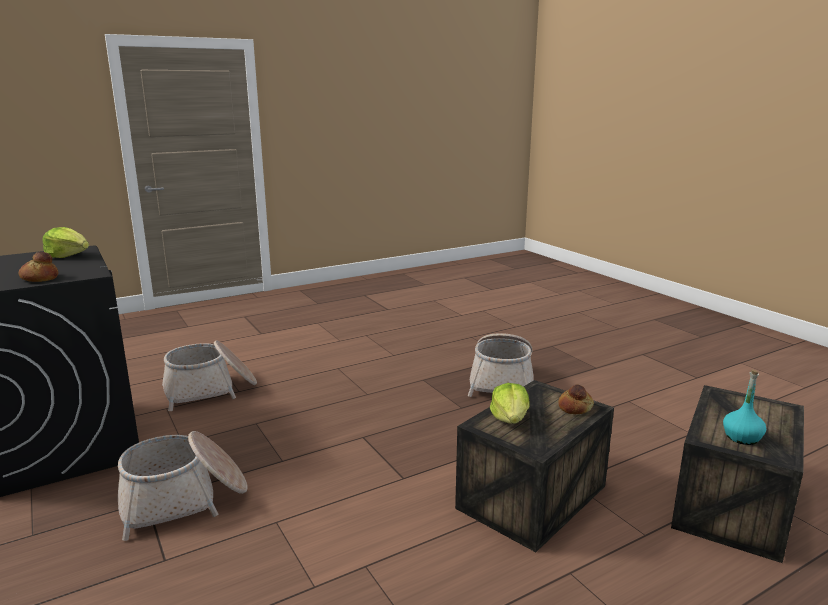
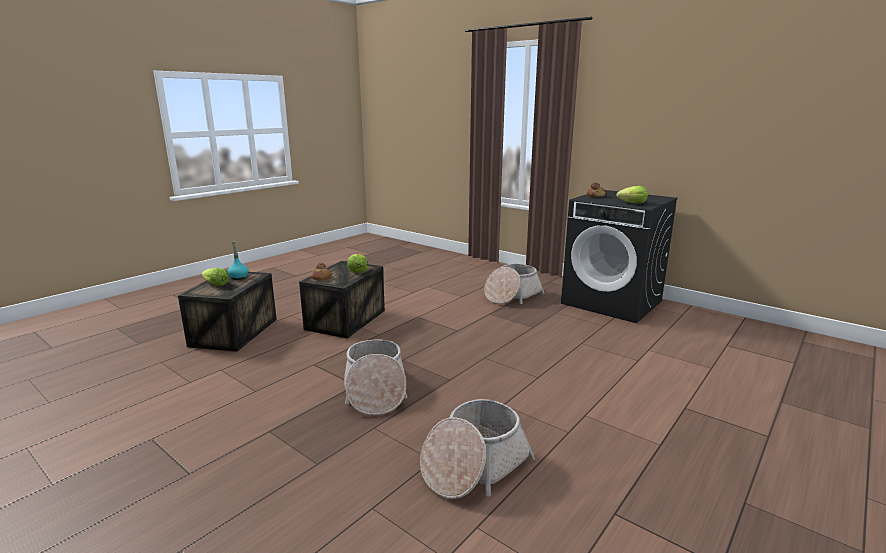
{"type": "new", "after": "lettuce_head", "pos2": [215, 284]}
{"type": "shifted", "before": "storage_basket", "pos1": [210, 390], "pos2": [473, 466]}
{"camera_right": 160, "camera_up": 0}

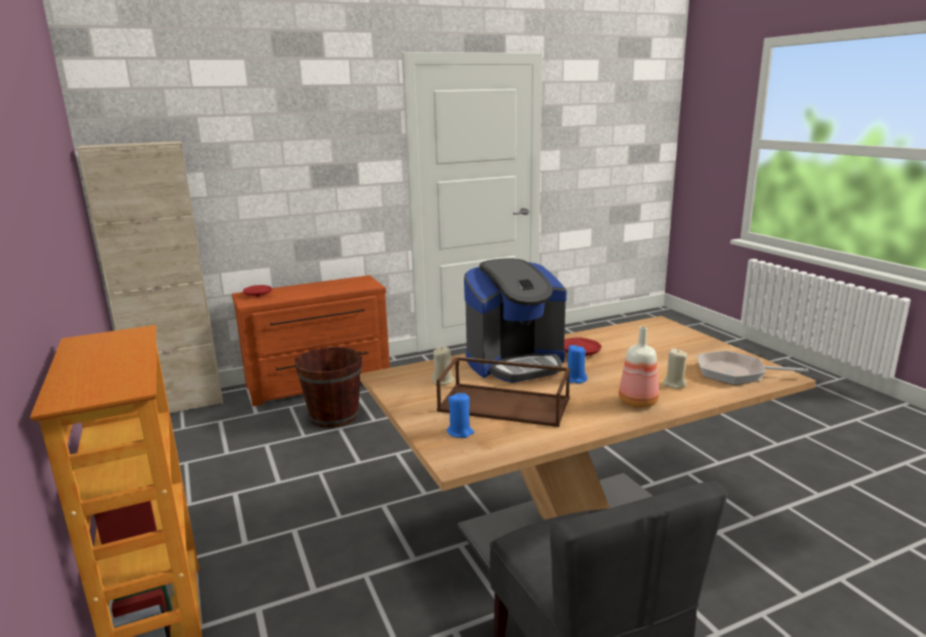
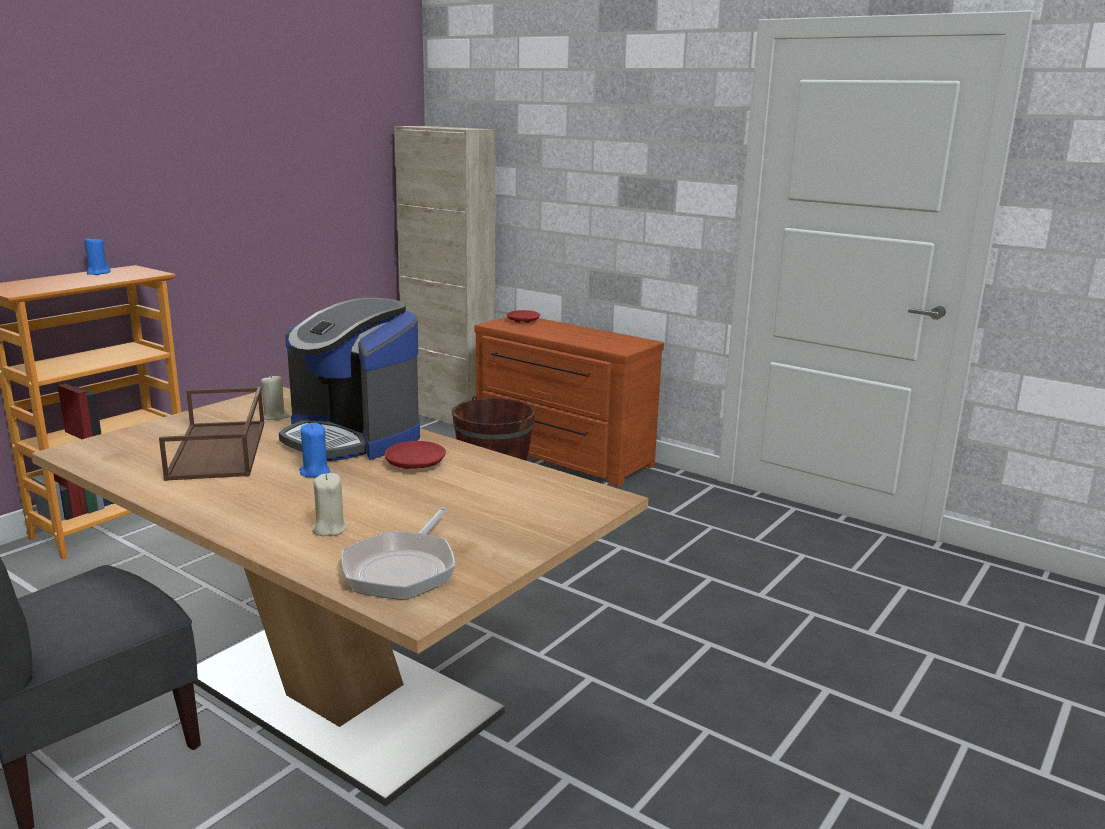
{"type": "gone", "before": "bottle", "pos1": [637, 402]}
{"type": "shifted", "before": "blue_wax_light", "pos1": [460, 432], "pos2": [98, 273]}
{"type": "rotated", "before": "skillet", "pos1": [735, 373], "pos2": [403, 569], "turn": -150}
{"camera_right": 60, "camera_up": 0}

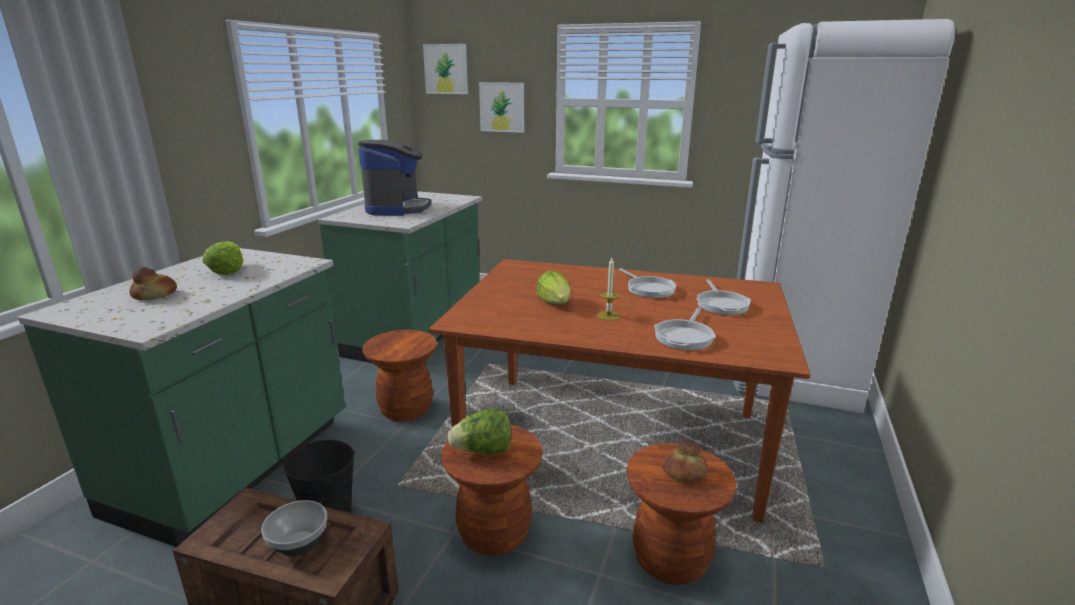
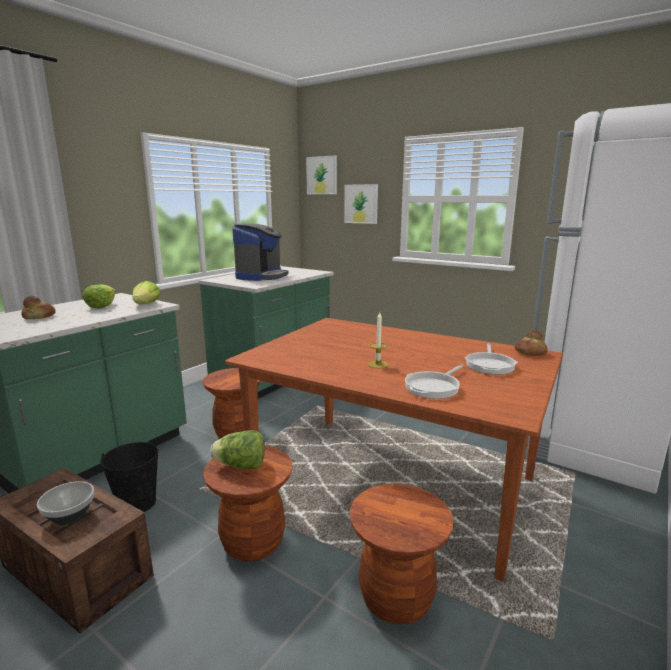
{"type": "gone", "before": "skillet", "pos1": [649, 289]}
{"type": "shifted", "before": "lettuce_head", "pos1": [555, 303], "pos2": [146, 305]}
{"type": "shifted", "before": "bread", "pos1": [684, 472], "pos2": [530, 353]}
{"camera_right": 15, "camera_up": -5}

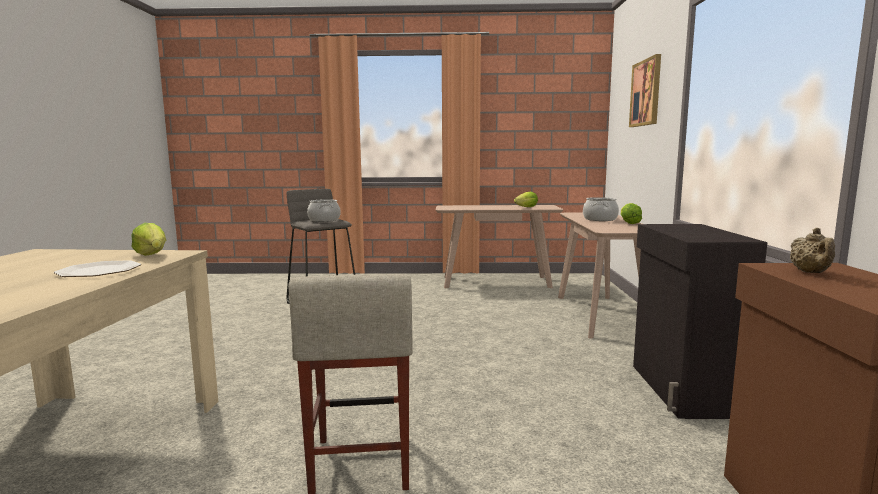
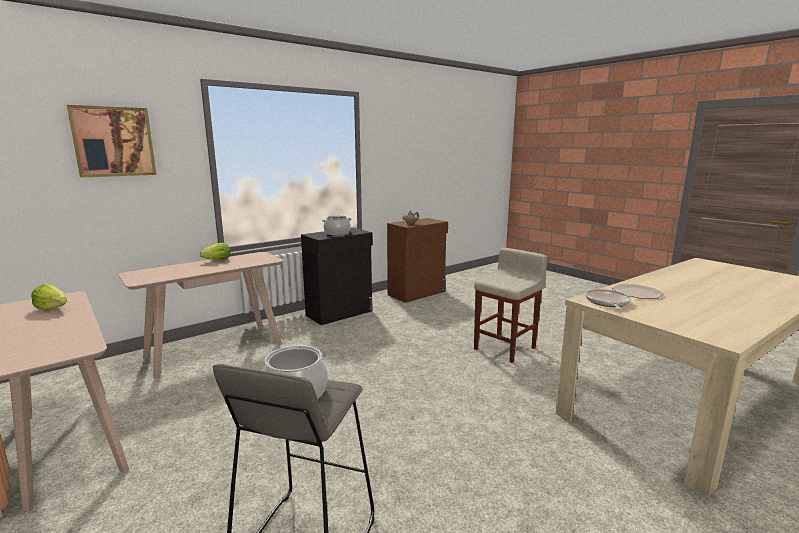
{"type": "shifted", "before": "cooking_pot", "pos1": [599, 219], "pos2": [337, 233]}
{"type": "swapped", "before": "lettuce_head", "after": "skillet", "pos1": [152, 255], "pos2": [607, 302]}
{"camera_right": -130, "camera_up": 5}

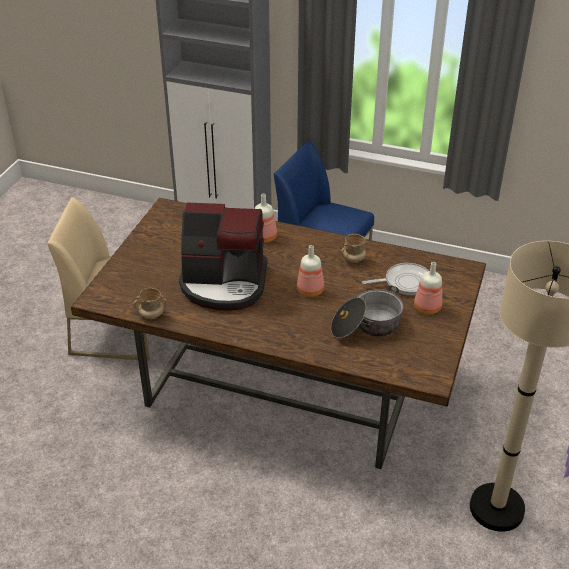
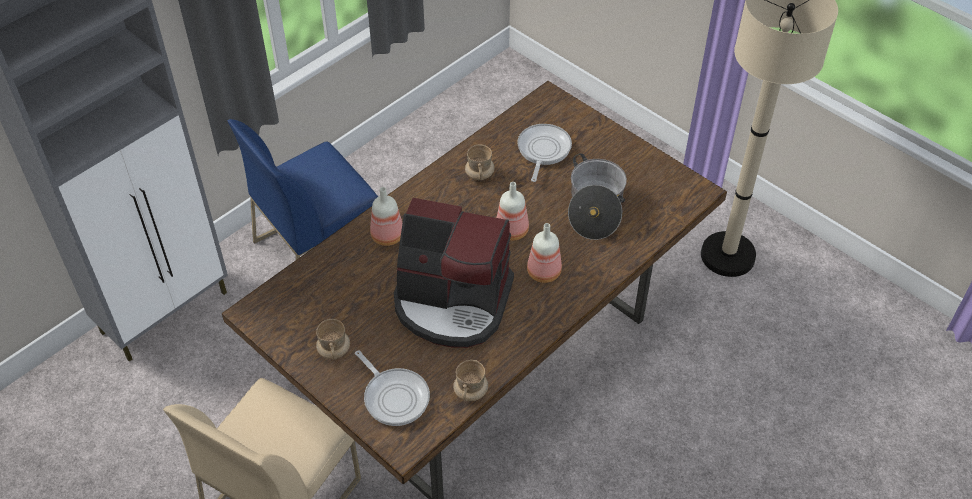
{"type": "new", "after": "beige_coffee_mug", "pos2": [334, 351]}
{"type": "new", "after": "skillet", "pos2": [394, 396]}
{"type": "shifted", "before": "bottle", "pos1": [426, 308], "pos2": [544, 273]}
{"type": "rotated", "before": "coffee_machine", "pos1": [224, 283], "pos2": [452, 303], "turn": 75}
{"camera_right": -65, "camera_up": 10}

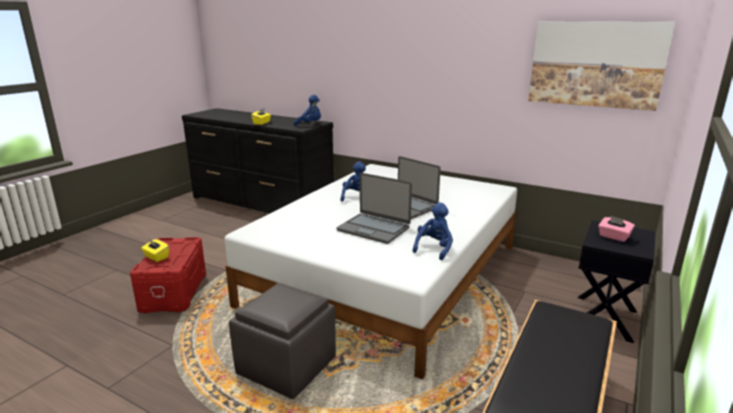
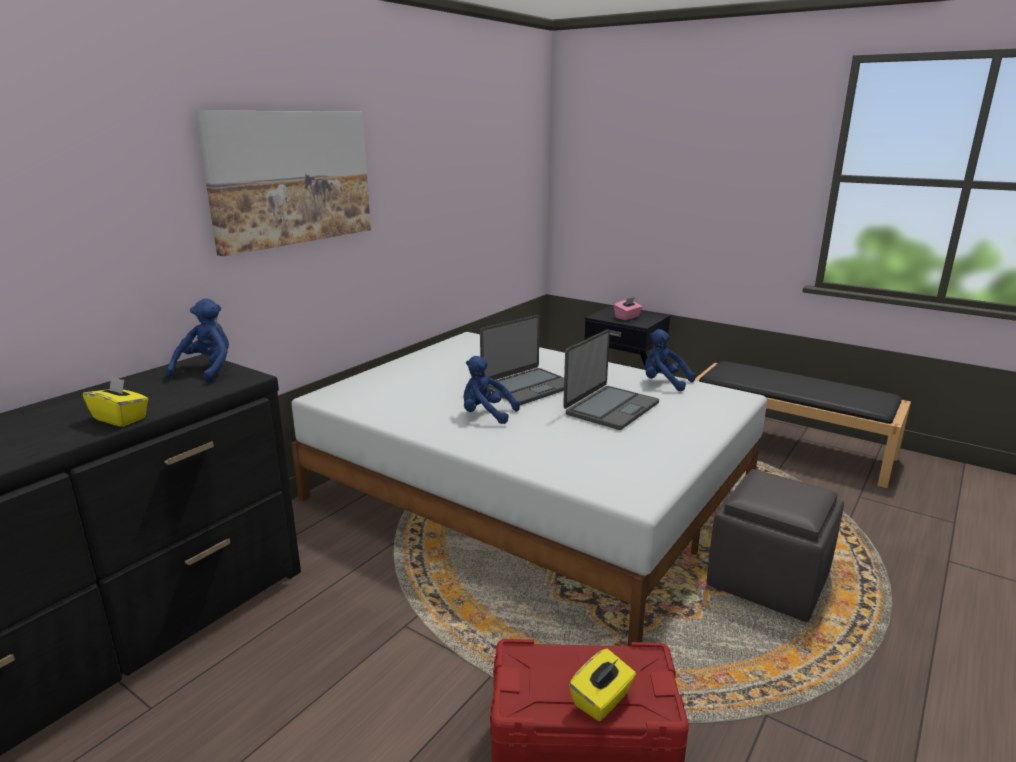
{"type": "shifted", "before": "picture", "pos1": [596, 64], "pos2": [291, 178]}
{"camera_right": -85, "camera_up": 0}

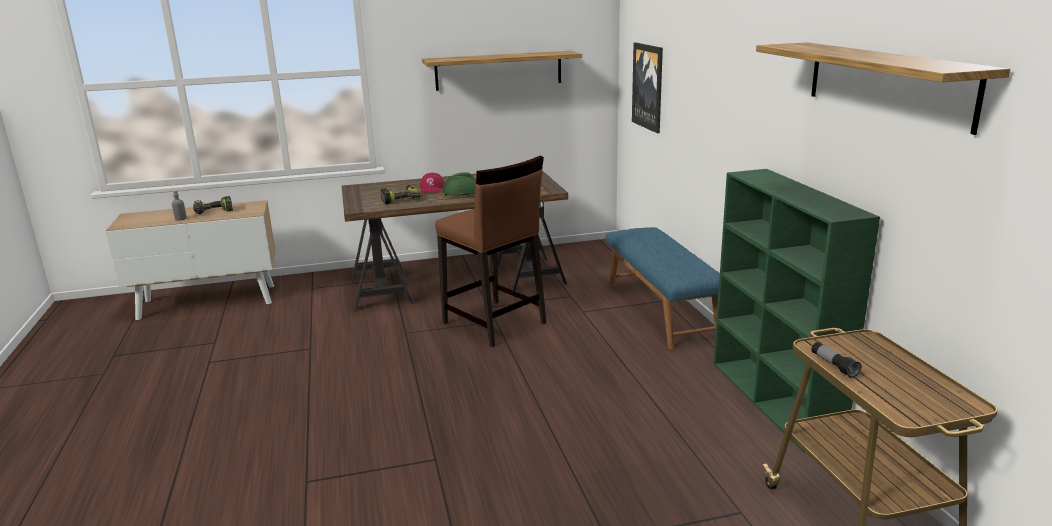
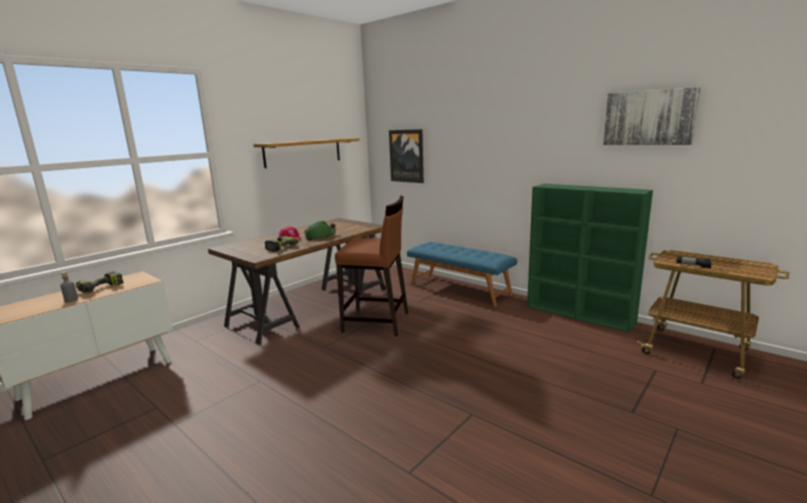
{"type": "swapped", "before": "shelf", "after": "picture", "pos1": [887, 83], "pos2": [649, 118]}
{"camera_right": -35, "camera_up": -5}

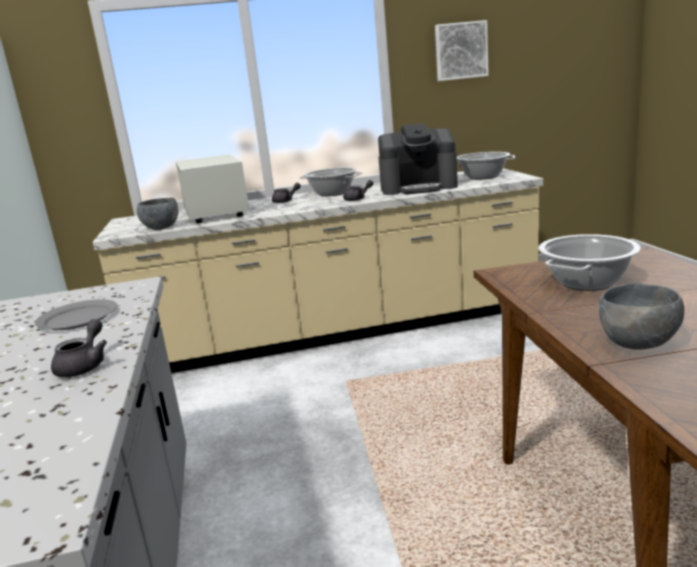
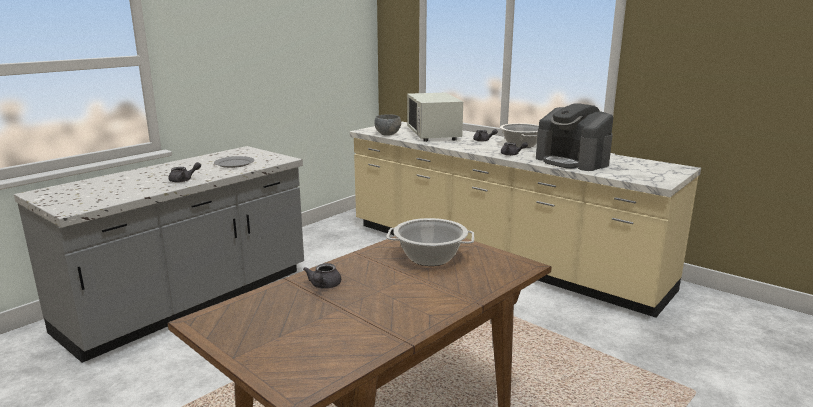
{"type": "gone", "before": "picture", "pos1": [460, 51]}
{"type": "gone", "before": "cooking_pot", "pos1": [482, 177]}
{"type": "swapped", "before": "greyish_serving_bowl", "after": "greyish_pot_for_tea", "pos1": [639, 344], "pos2": [323, 286]}
{"type": "rotated", "before": "white_microwave", "pos1": [215, 212], "pos2": [434, 134], "turn": 135}
{"camera_right": 50, "camera_up": 0}

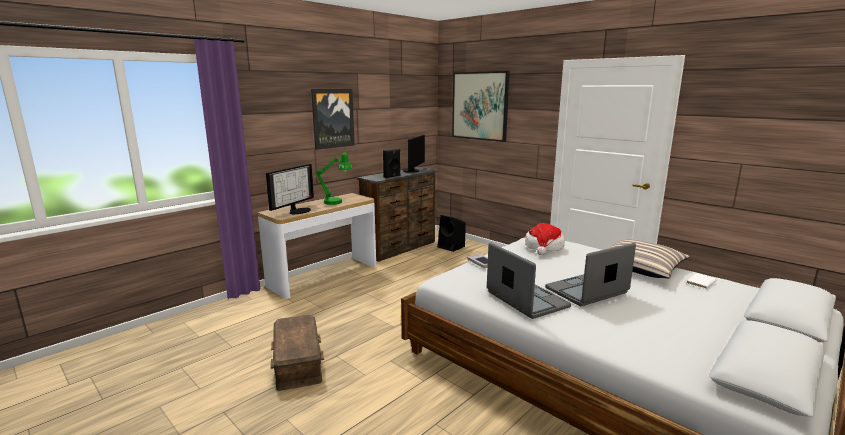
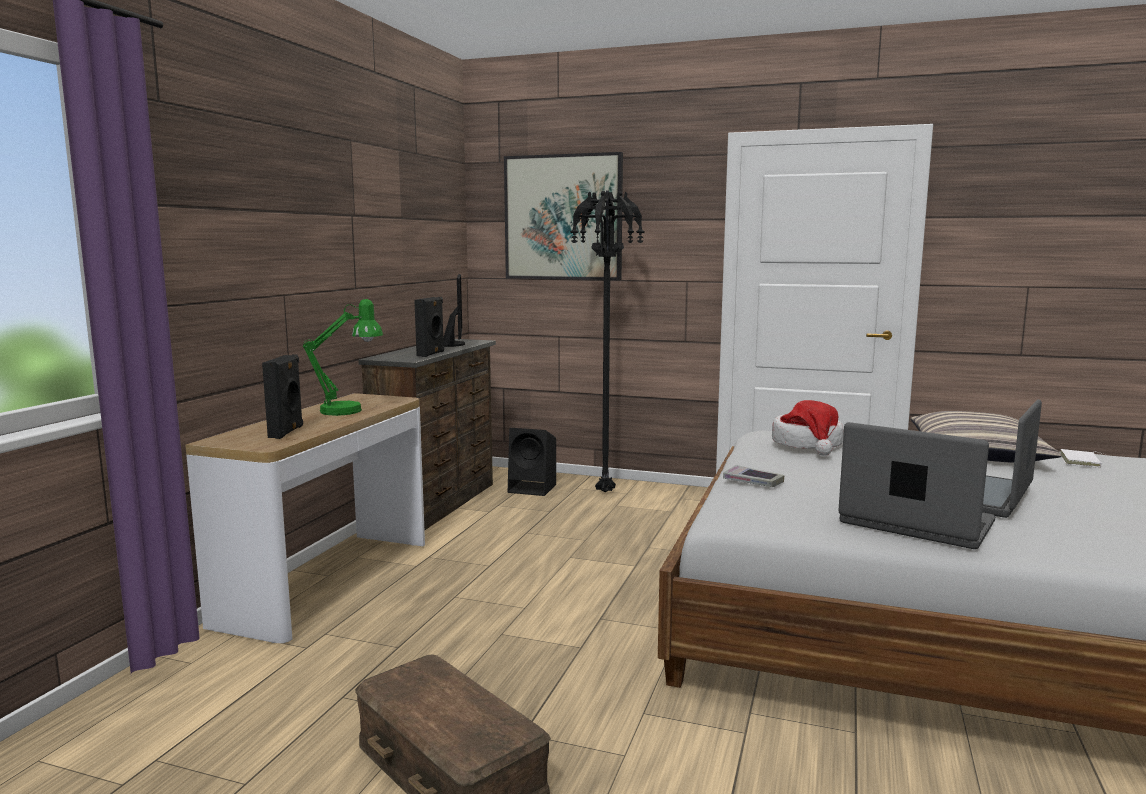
{"type": "gone", "before": "picture", "pos1": [333, 118]}
{"type": "new", "after": "blackish_floor_lamp", "pos2": [605, 493]}
{"type": "swapped", "before": "monitor", "after": "blackish_audio_speaker", "pos1": [298, 210], "pos2": [287, 432]}
{"camera_right": -25, "camera_up": -5}

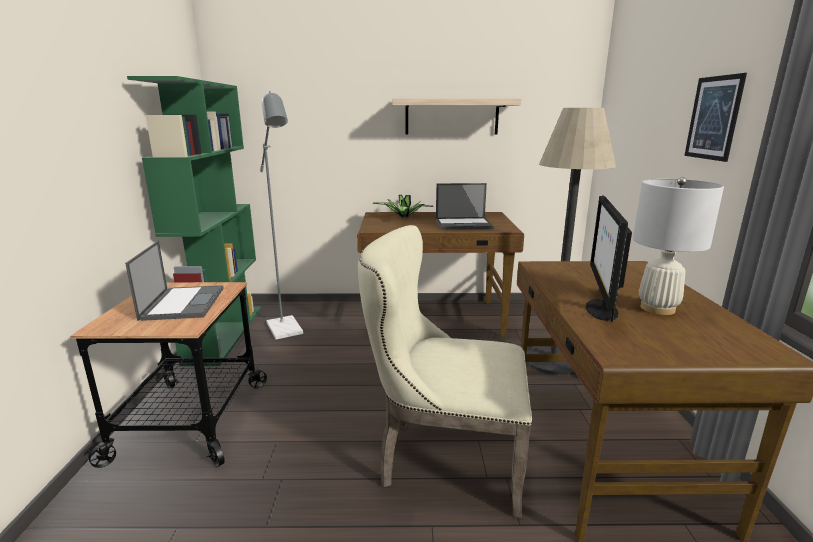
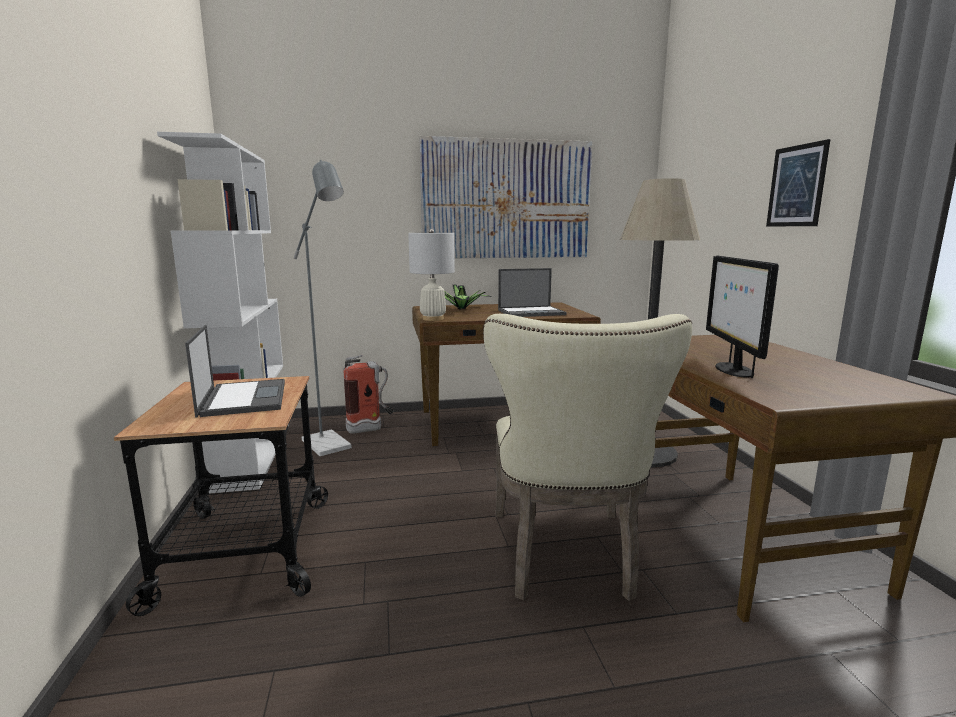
{"type": "new", "after": "extinguisher", "pos2": [371, 429]}
{"type": "shifted", "before": "white_table_lamp", "pos1": [657, 308], "pos2": [433, 319]}
{"type": "swapped", "before": "shelf", "after": "picture", "pos1": [451, 117], "pos2": [506, 200]}
{"type": "repainted", "before": "greenish_bookcase", "after": "white_bookcase", "pos1": [225, 333], "pos2": [252, 454]}
{"type": "rotated", "before": "beige_upright_chair", "pos1": [442, 459], "pos2": [566, 559], "turn": -90}
{"camera_right": -10, "camera_up": -5}

